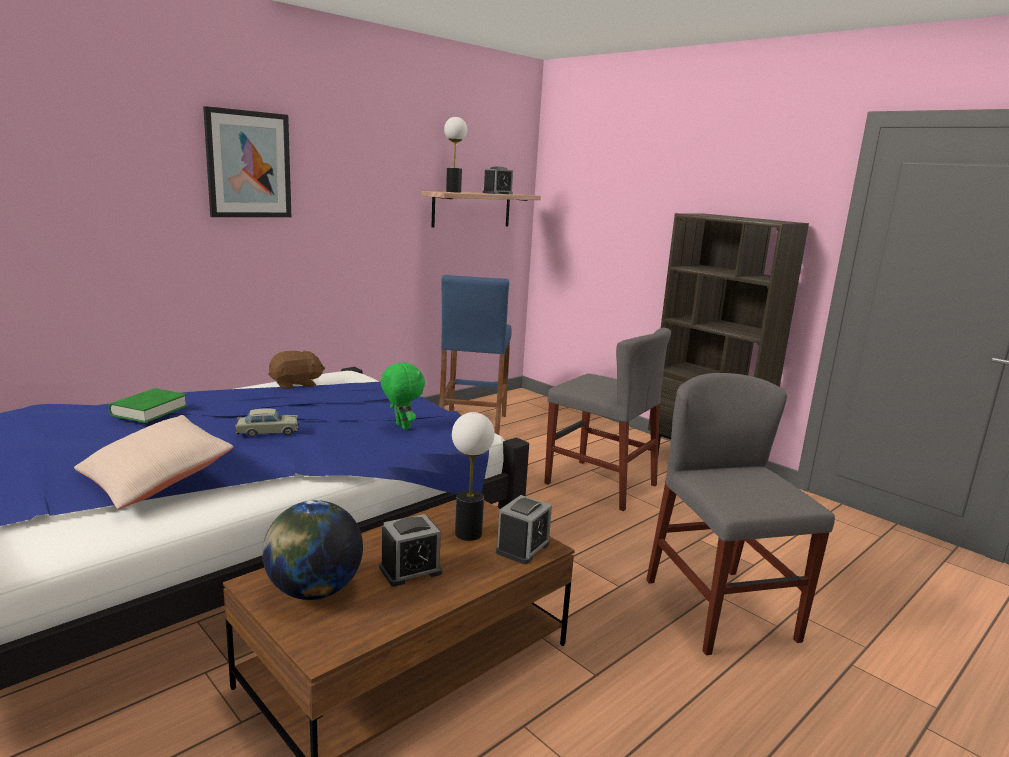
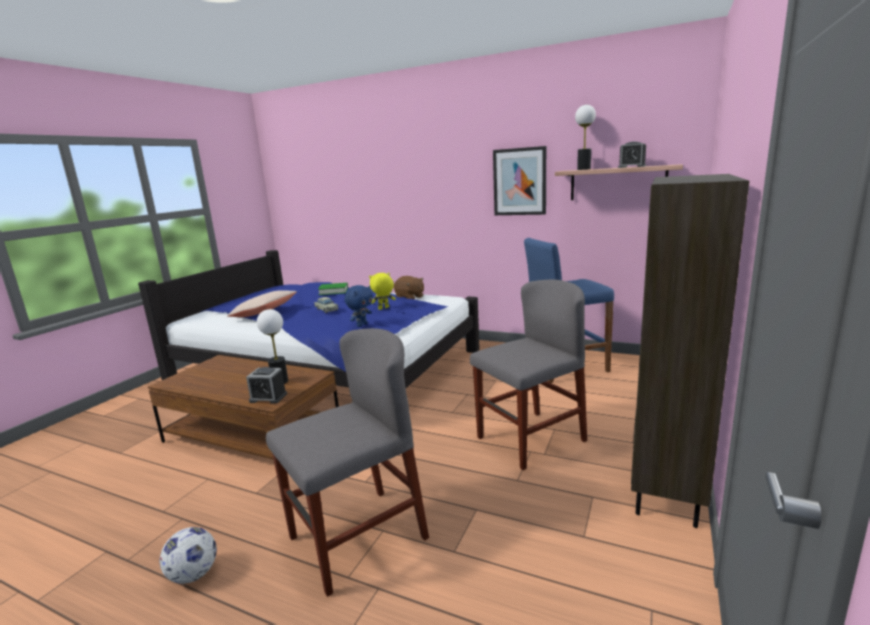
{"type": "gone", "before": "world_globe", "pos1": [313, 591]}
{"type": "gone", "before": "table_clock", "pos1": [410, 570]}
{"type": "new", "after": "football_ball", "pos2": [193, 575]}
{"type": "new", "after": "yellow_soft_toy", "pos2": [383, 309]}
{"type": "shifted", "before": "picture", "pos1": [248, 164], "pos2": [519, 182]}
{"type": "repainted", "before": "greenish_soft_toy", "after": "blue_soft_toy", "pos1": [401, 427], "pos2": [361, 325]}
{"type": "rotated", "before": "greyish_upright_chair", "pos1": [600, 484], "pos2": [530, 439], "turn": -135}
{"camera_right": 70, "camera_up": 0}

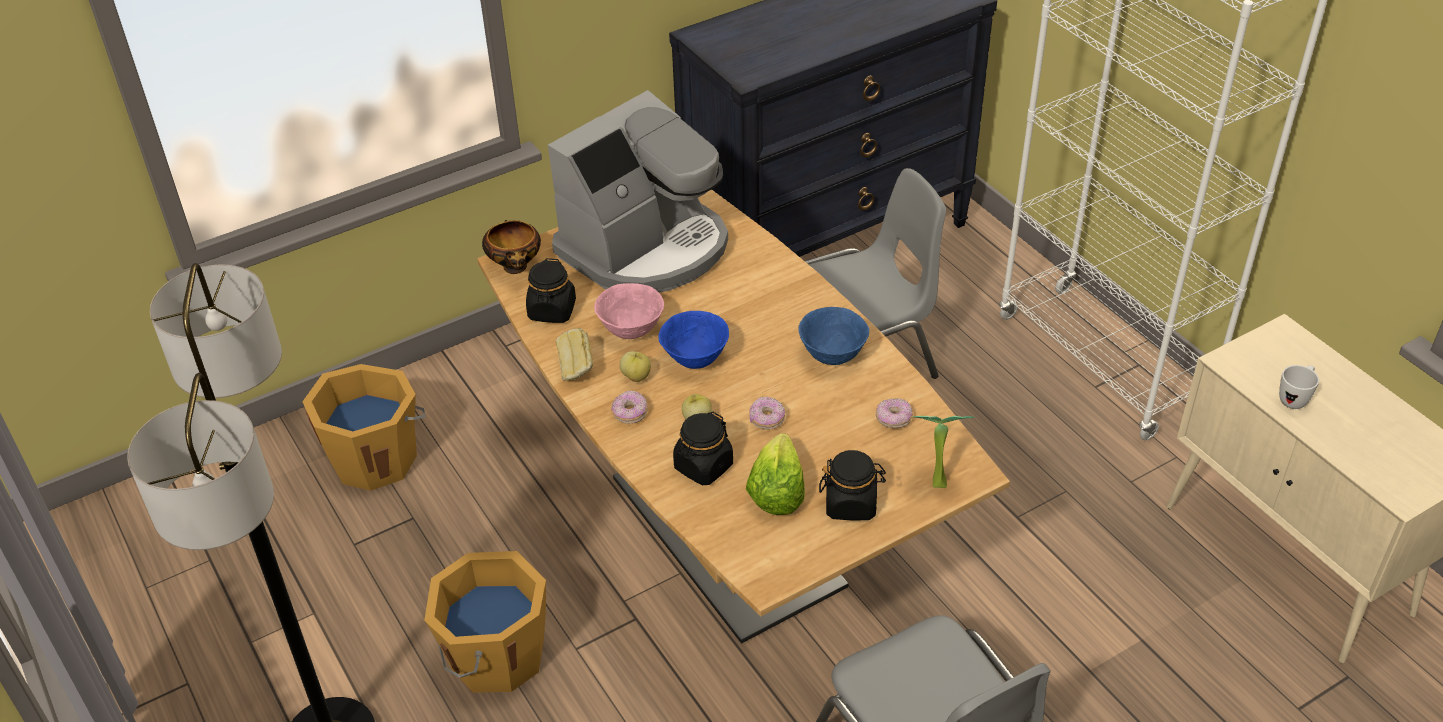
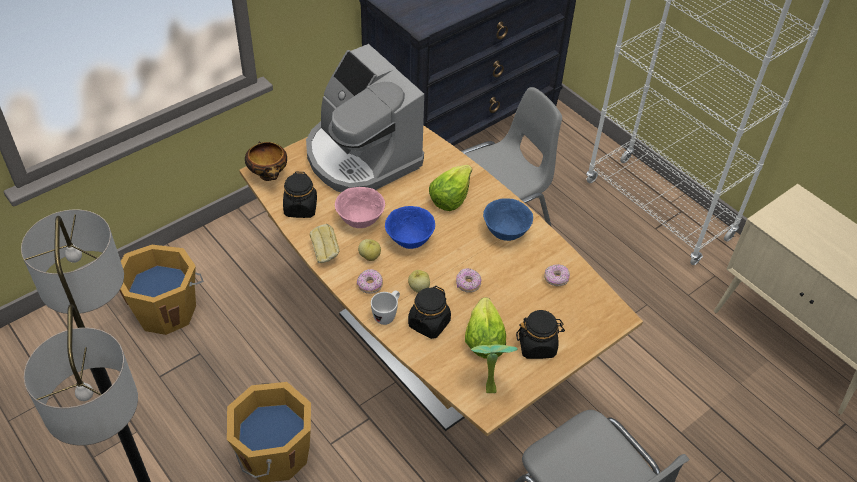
{"type": "new", "after": "lettuce_head", "pos2": [450, 197]}
{"type": "shifted", "before": "houseplant", "pos1": [935, 480], "pos2": [487, 386]}
{"type": "shifted", "before": "white_coffee_mug", "pos1": [1295, 398], "pos2": [387, 315]}
{"type": "rotated", "before": "coffee_machine", "pos1": [646, 248], "pos2": [361, 156], "turn": 105}
{"camera_right": -10, "camera_up": 5}

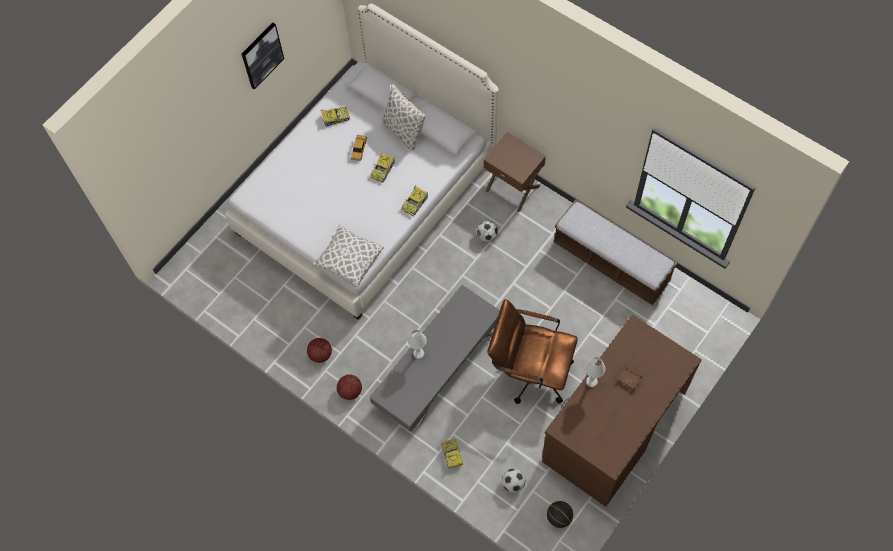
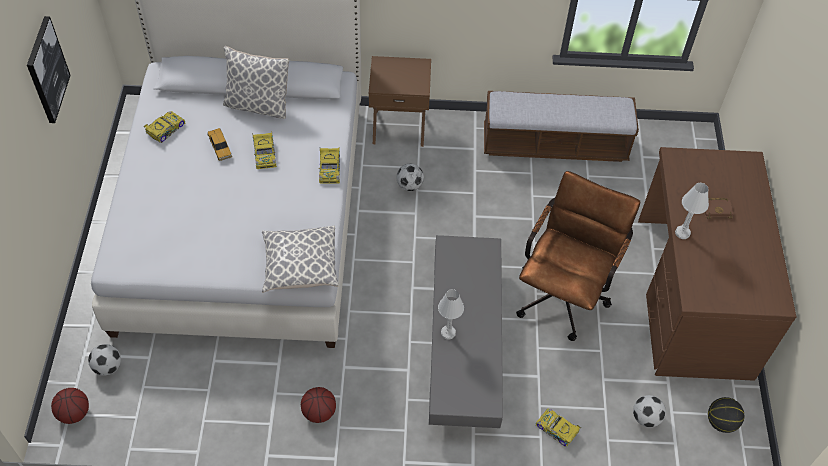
{"type": "new", "after": "football_ball", "pos2": [108, 367]}
{"type": "shifted", "before": "basketball", "pos1": [350, 391], "pos2": [74, 413]}
{"type": "rotated", "before": "brown_desk_chair", "pos1": [530, 371], "pos2": [564, 292], "turn": 135}
{"camera_right": -40, "camera_up": -10}

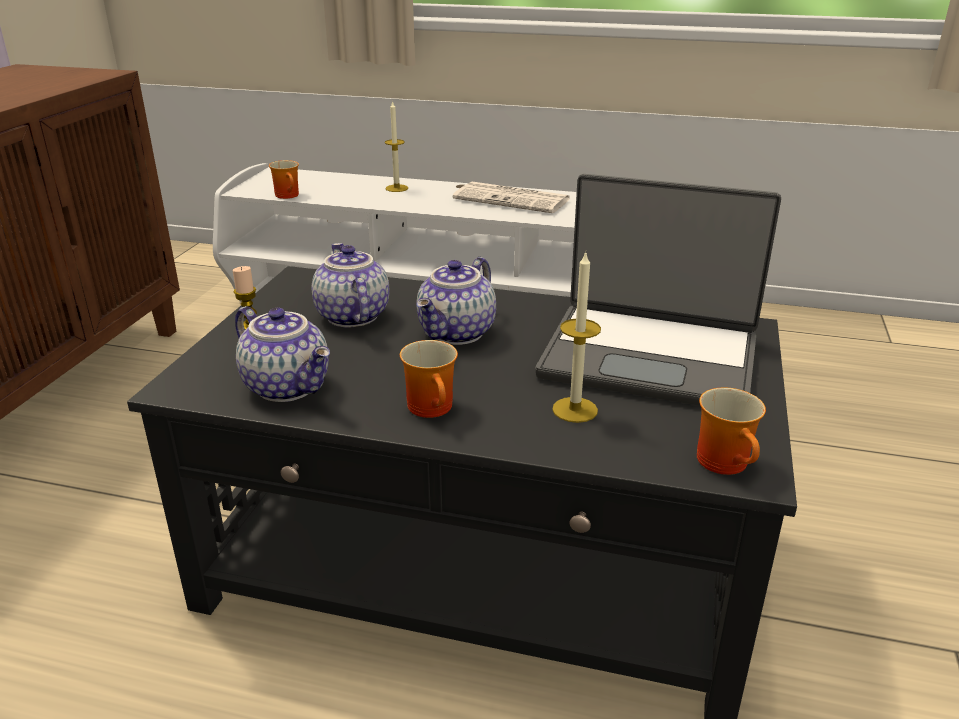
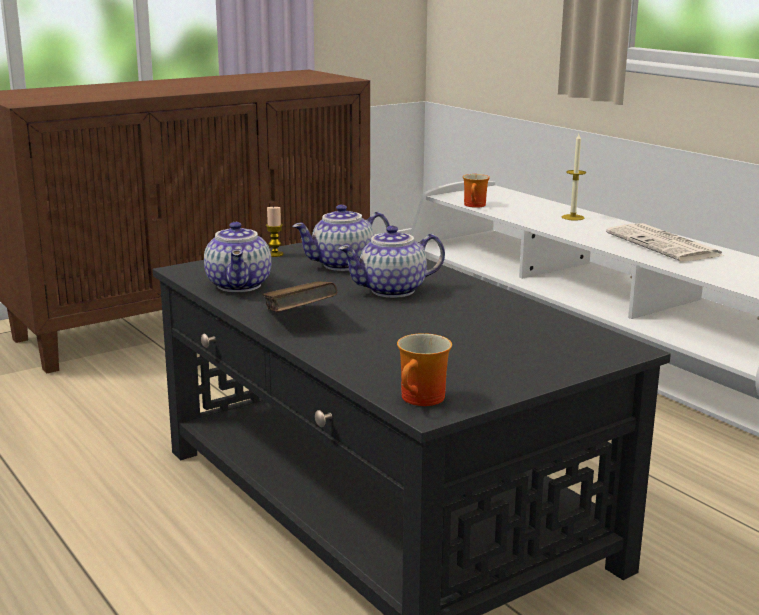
{"type": "gone", "before": "portable_computer", "pos1": [650, 357]}
{"type": "gone", "before": "wax_light", "pos1": [575, 410]}
{"type": "swapped", "before": "coffee_mug", "after": "brown_bound_book", "pos1": [435, 408], "pos2": [299, 318]}
{"type": "rotated", "before": "pot_for_tea", "pos1": [350, 316], "pos2": [342, 265], "turn": -135}
{"camera_right": 40, "camera_up": -10}

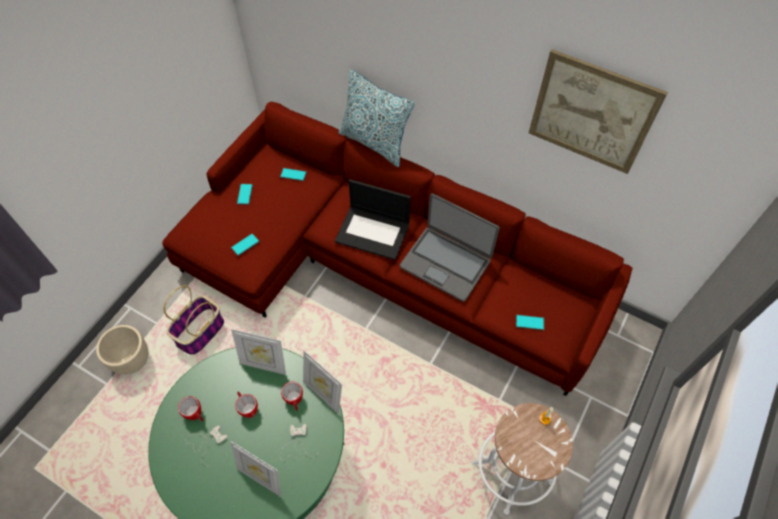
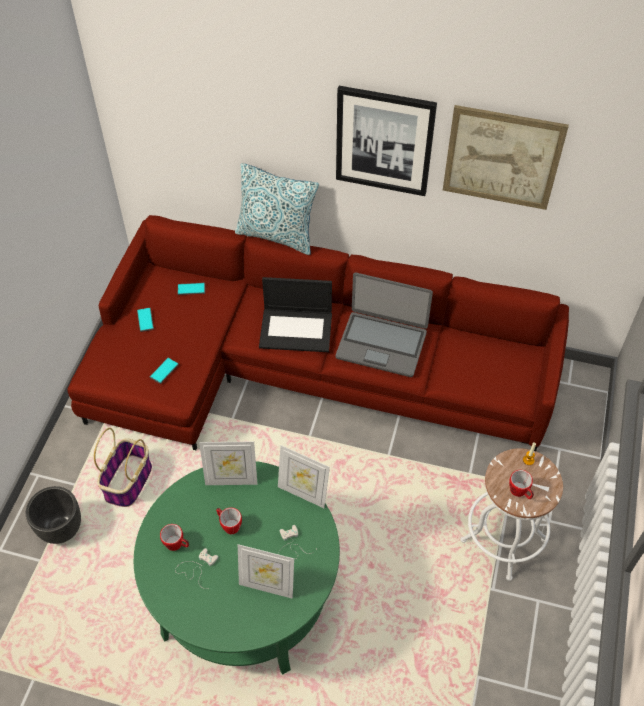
{"type": "gone", "before": "phone", "pos1": [530, 322]}
{"type": "new", "after": "picture", "pos2": [384, 141]}
{"type": "shifted", "before": "coffee_mug", "pos1": [295, 401], "pos2": [520, 492]}
{"type": "repainted", "before": "beige_plant_pot", "after": "blackish_plant_pot", "pos1": [132, 360], "pos2": [61, 529]}
{"camera_right": -15, "camera_up": -5}

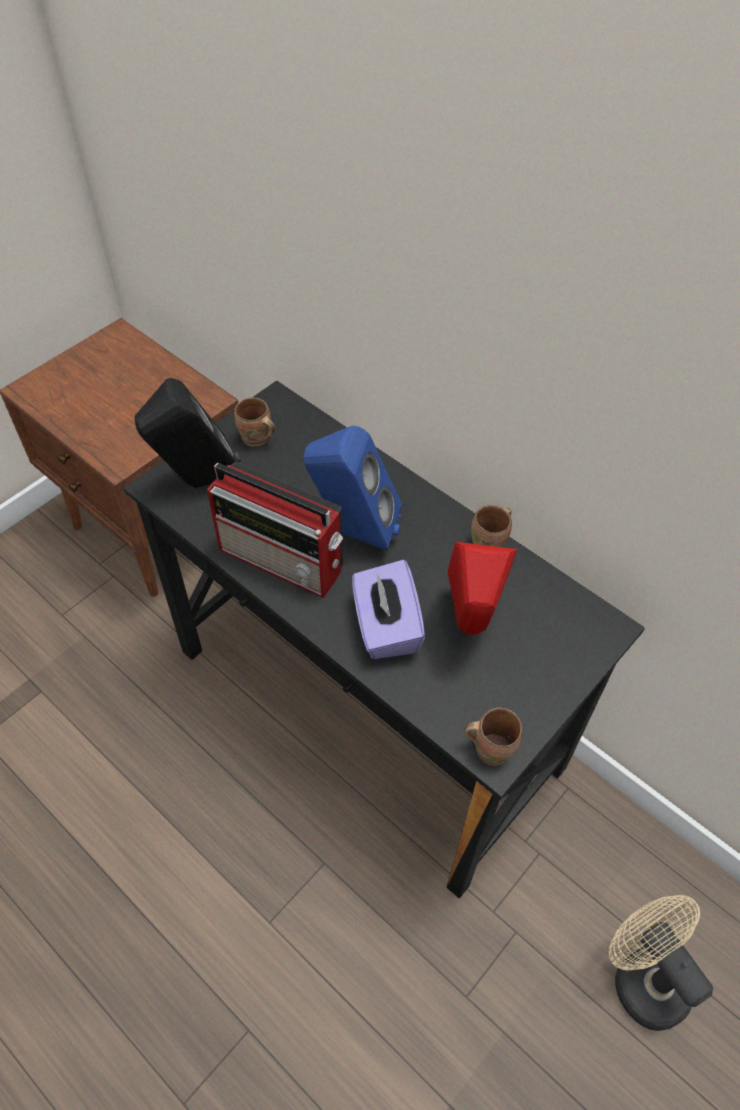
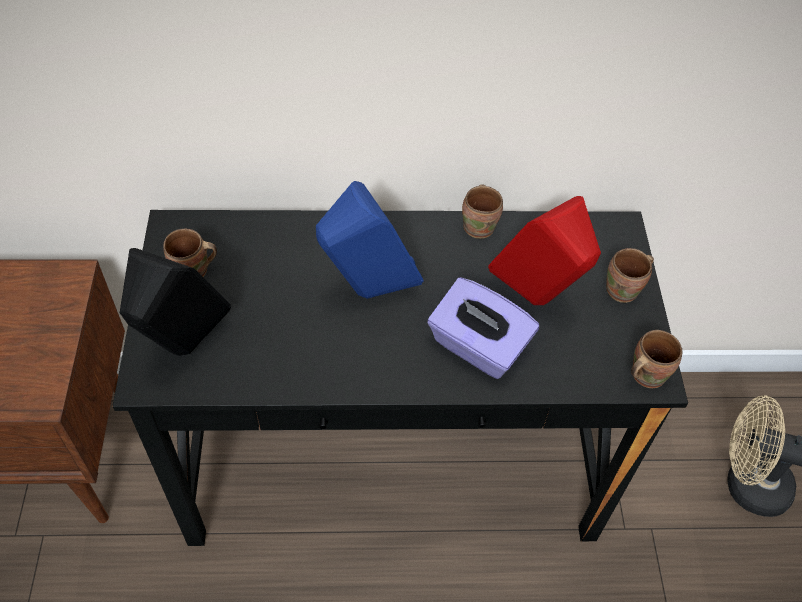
{"type": "gone", "before": "radio", "pos1": [283, 561]}
{"type": "new", "after": "brown_coffee_mug", "pos2": [624, 291]}
{"camera_right": -45, "camera_up": 0}

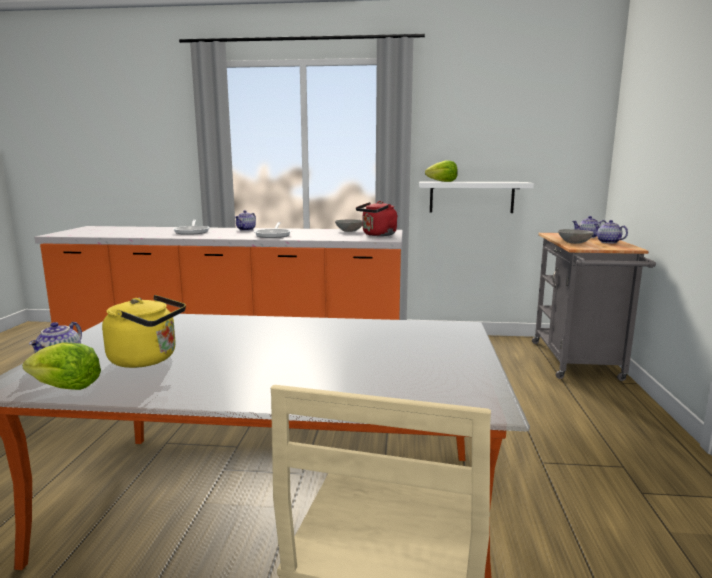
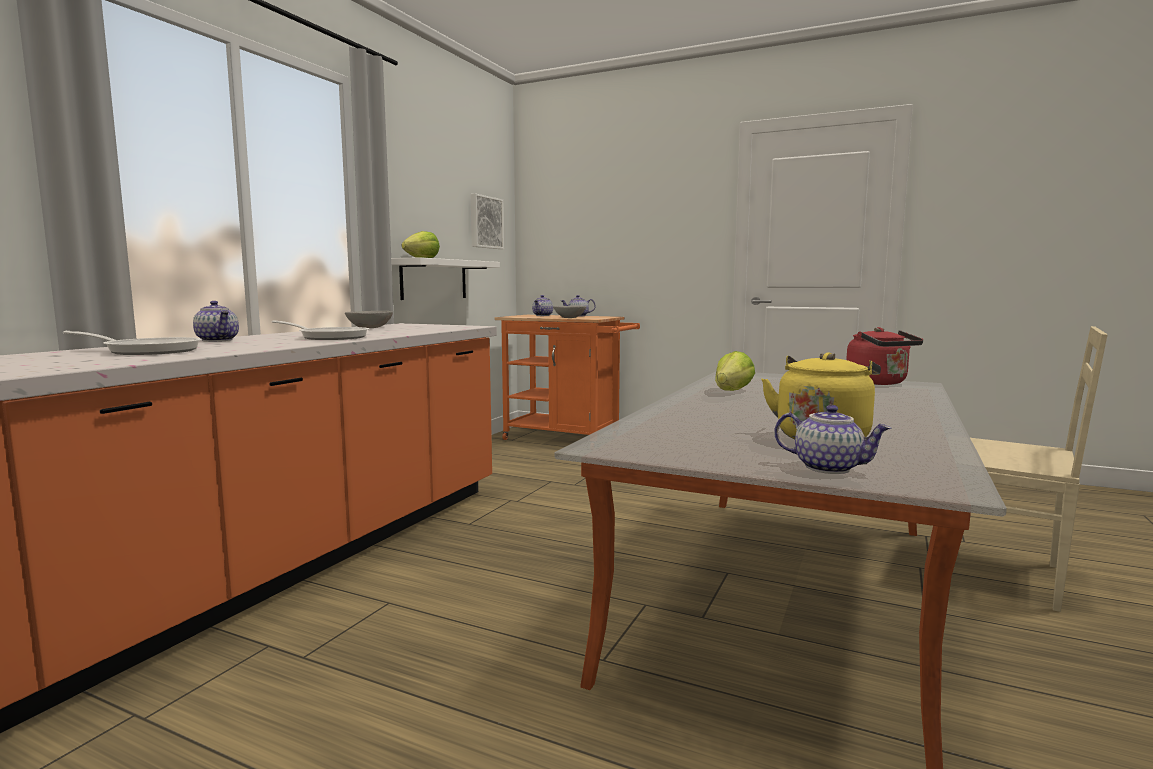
{"type": "new", "after": "picture", "pos2": [485, 222]}
{"type": "shifted", "before": "lettuce_head", "pos1": [66, 387], "pos2": [732, 391]}
{"type": "shifted", "before": "red-coloured_tea_kettle", "pos1": [377, 235], "pos2": [879, 383]}
{"type": "repainted", "before": "greyish_cart", "after": "orange_cart", "pos1": [578, 363], "pos2": [568, 439]}
{"camera_right": -70, "camera_up": -5}

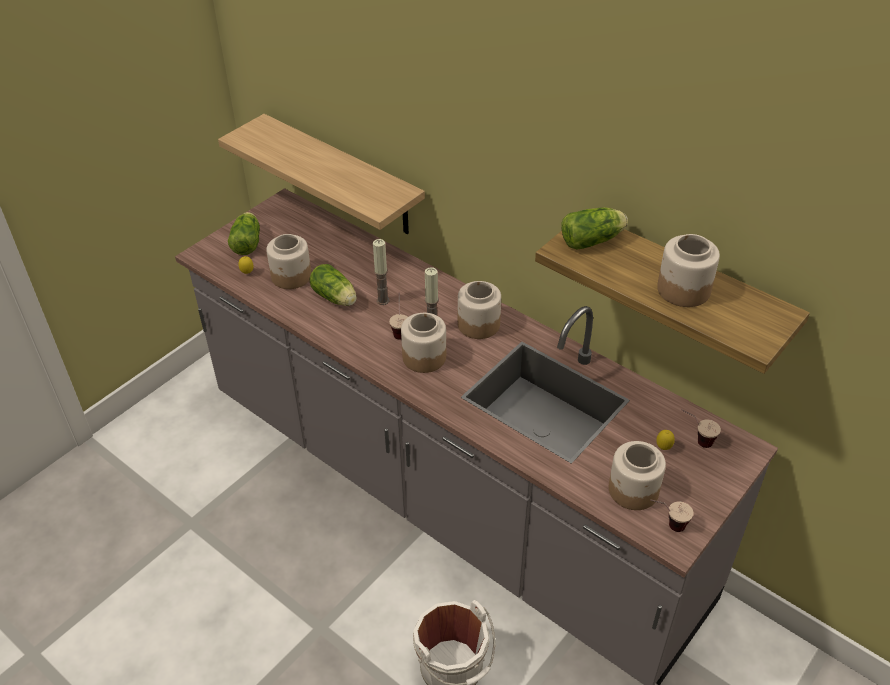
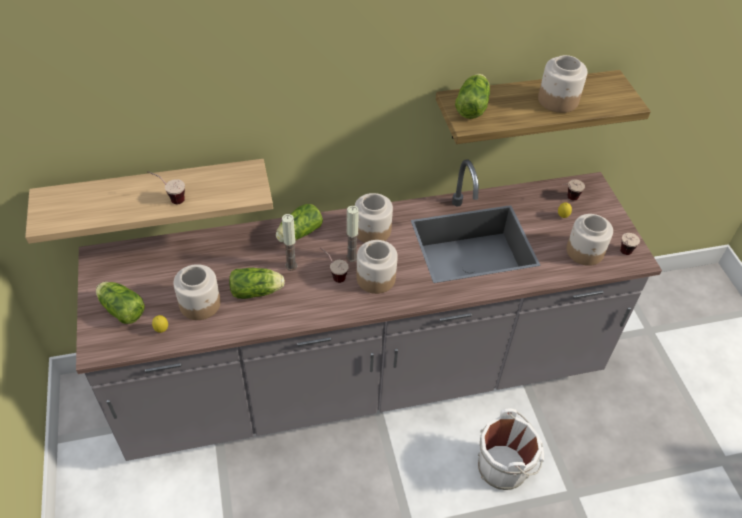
{"type": "new", "after": "cup", "pos2": [170, 198]}
{"type": "new", "after": "lettuce_head", "pos2": [298, 234]}
{"camera_right": -55, "camera_up": 5}

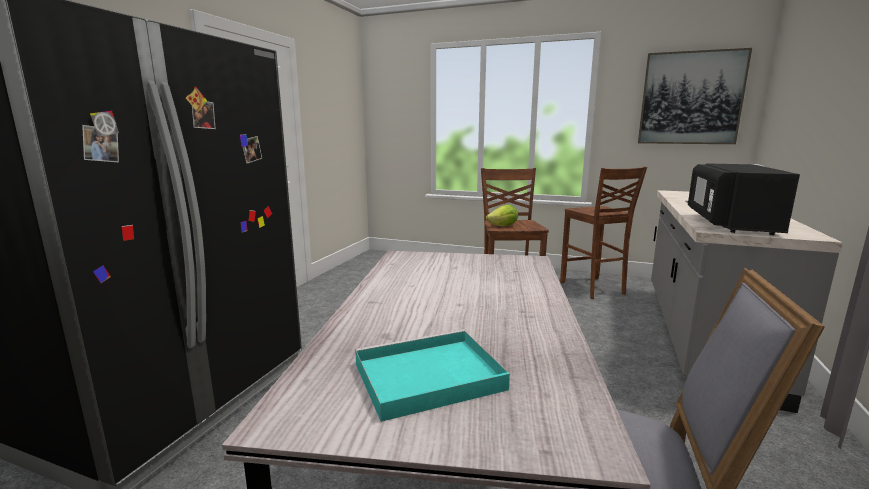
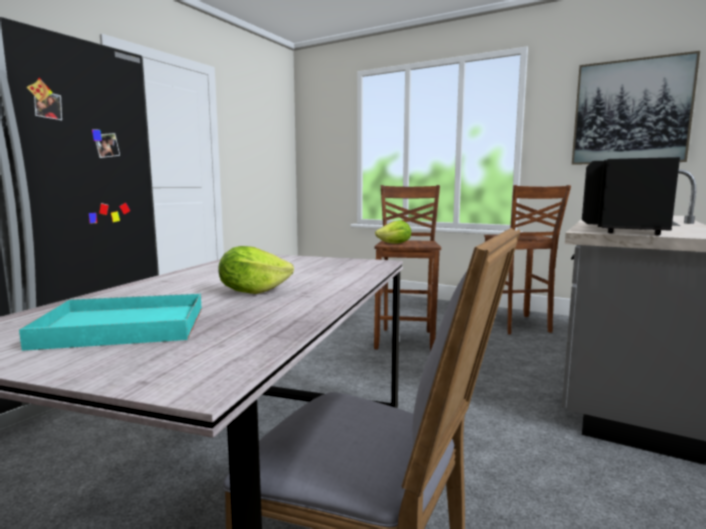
{"type": "new", "after": "lettuce_head", "pos2": [252, 291]}
{"camera_right": 10, "camera_up": -5}

